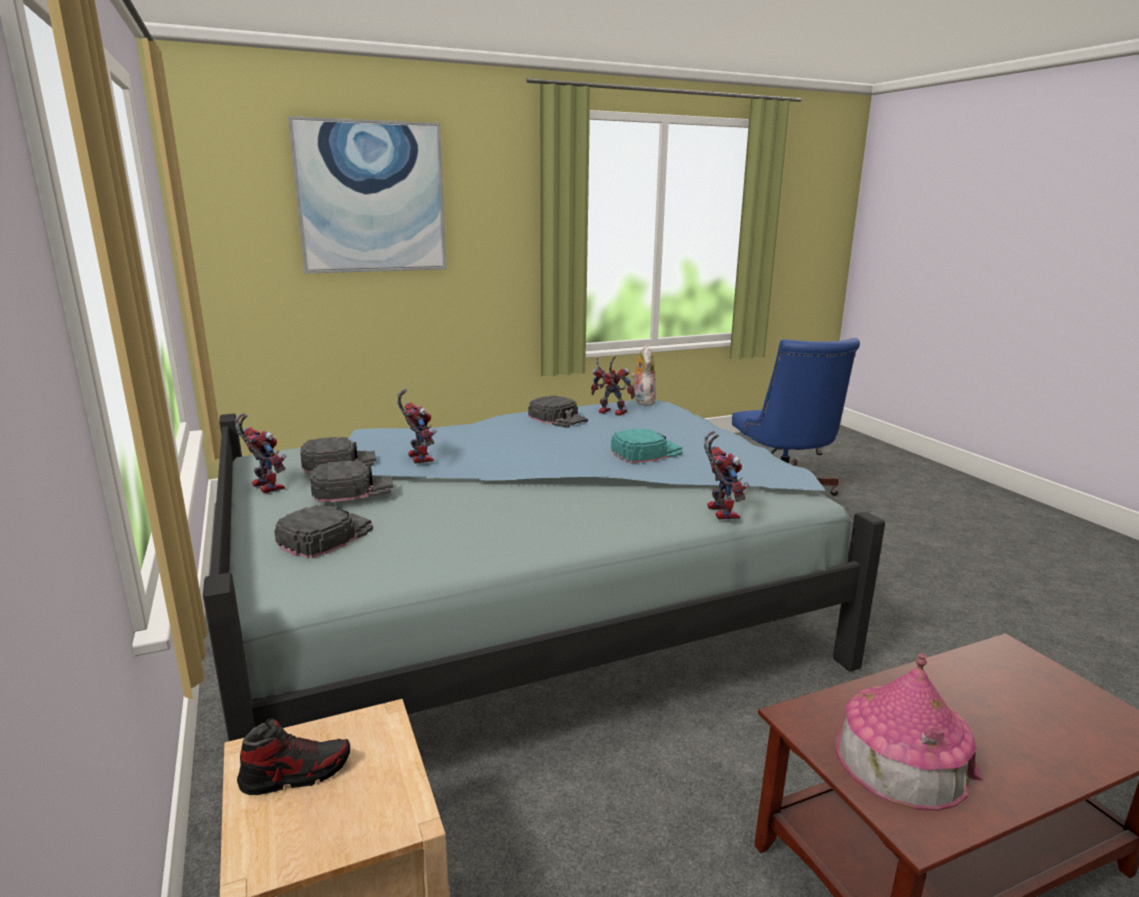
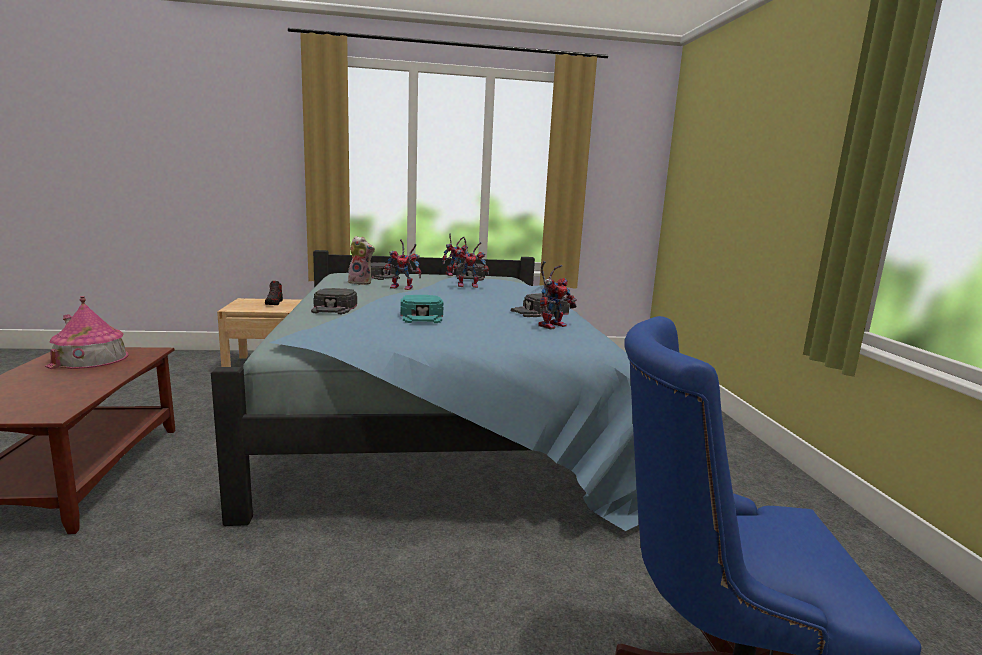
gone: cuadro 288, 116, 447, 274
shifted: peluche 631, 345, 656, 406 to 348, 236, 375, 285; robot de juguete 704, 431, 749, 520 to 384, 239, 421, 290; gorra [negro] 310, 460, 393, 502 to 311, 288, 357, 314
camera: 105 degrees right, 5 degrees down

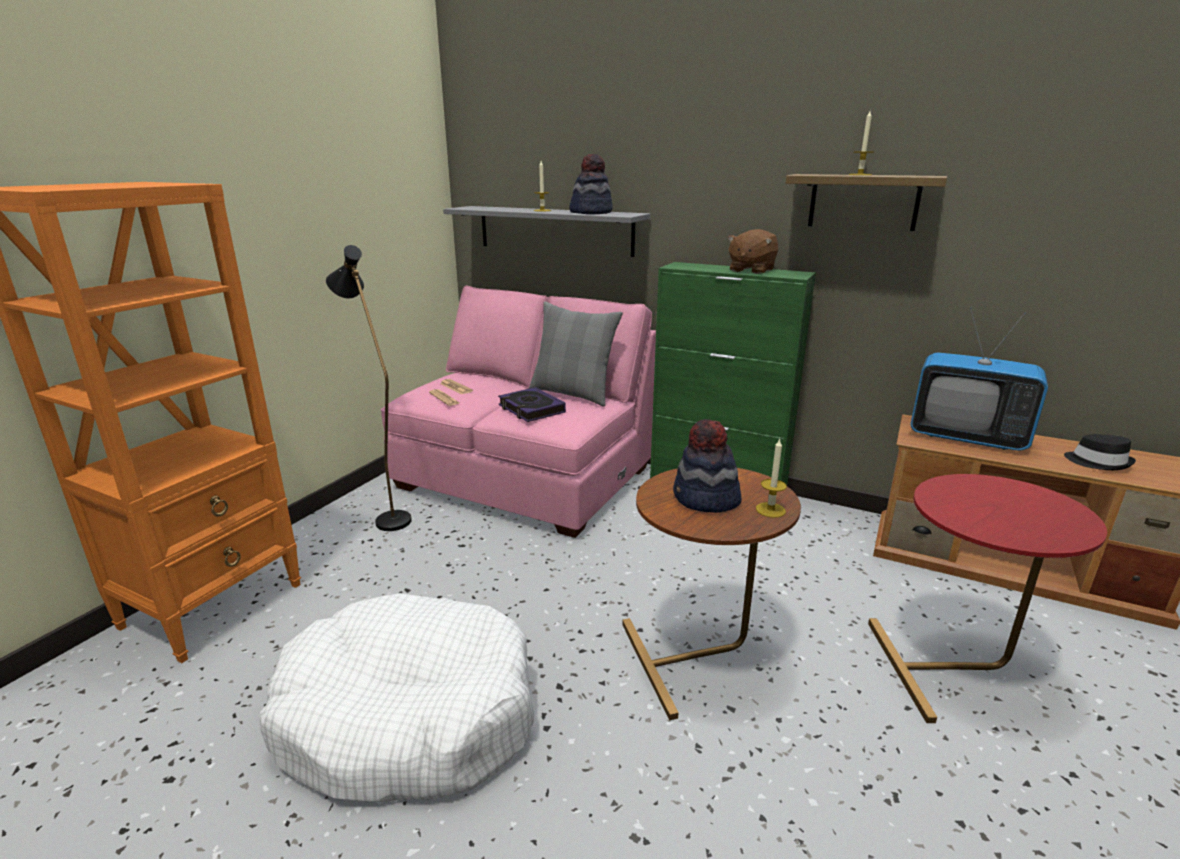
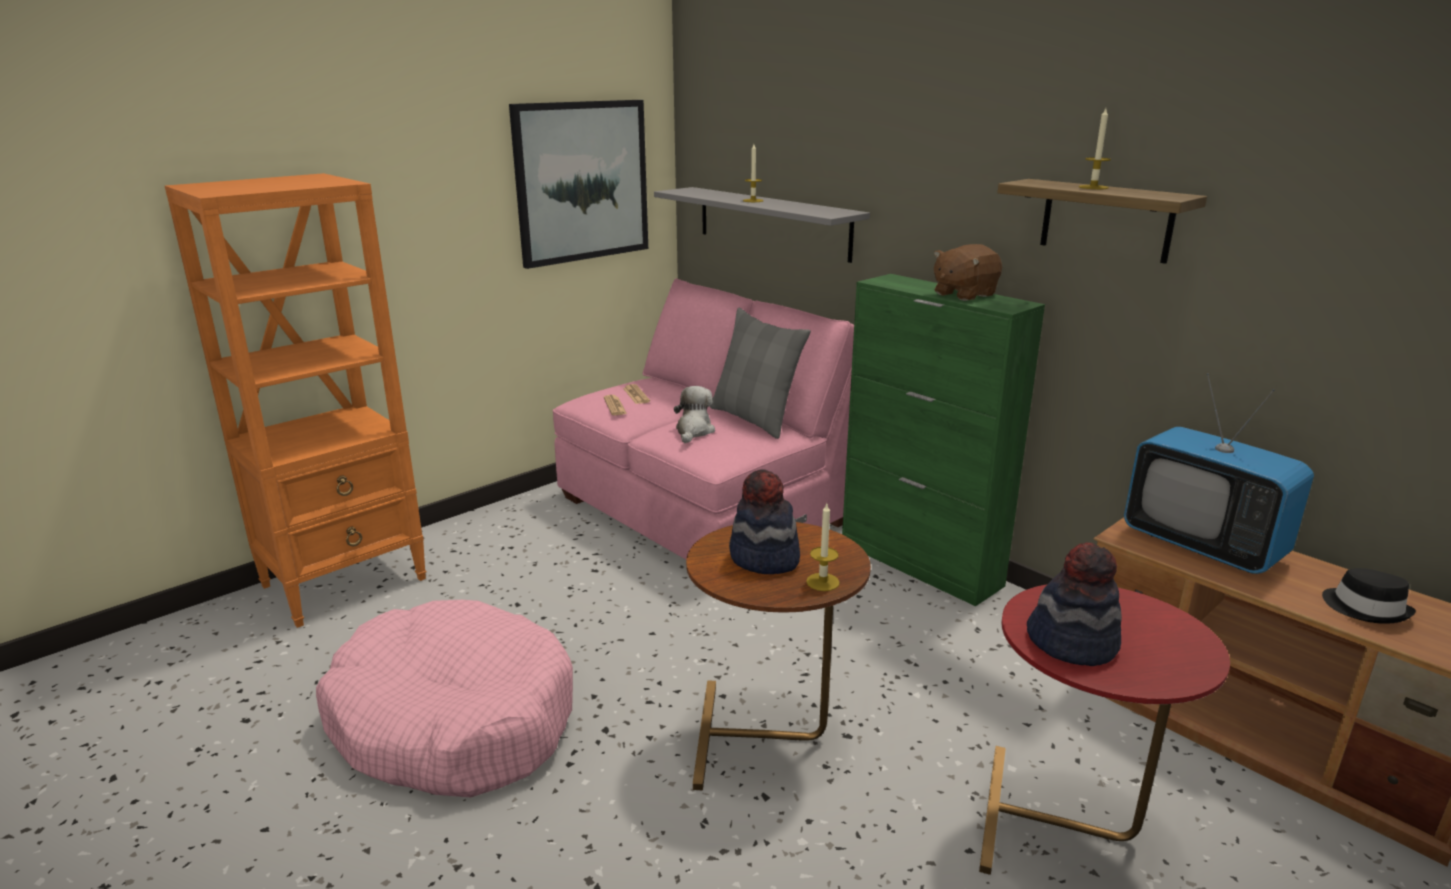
gone: lámpara de pie [negro] 326, 245, 412, 531
new: cuadro 509, 100, 648, 269
shifted: sombrero 569, 154, 613, 214 to 1027, 542, 1122, 666
swapped: libro 498, 387, 566, 422 to peluche 674, 386, 715, 443
repainted: cama para perro [blanco] 260, 593, 534, 802 to cama para perro [rosa] 316, 600, 573, 797
camera: 20 degrees right, 0 degrees up

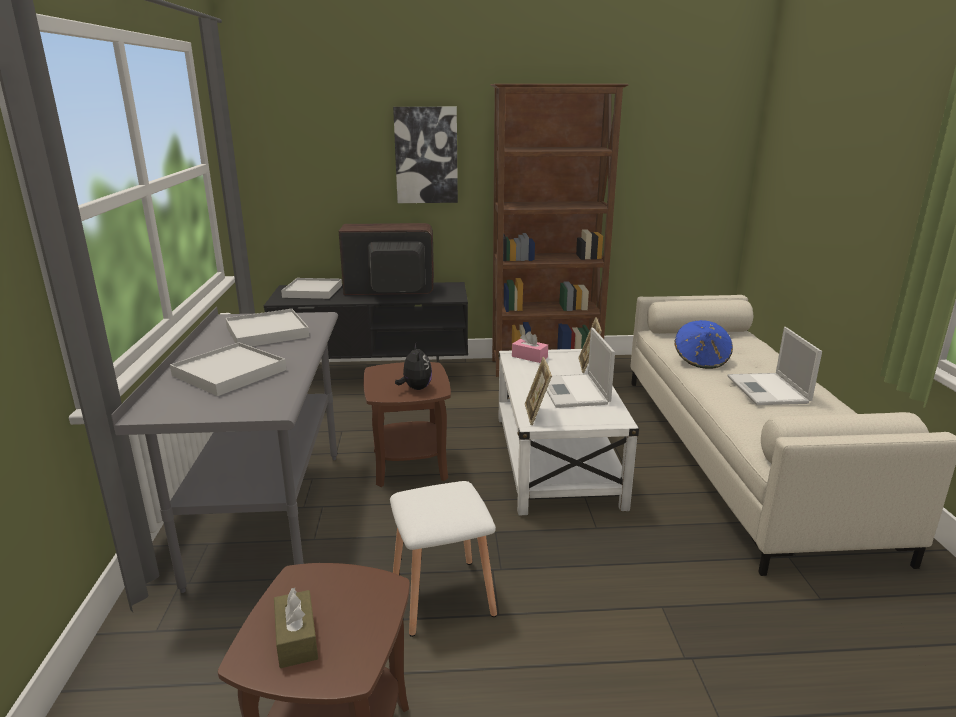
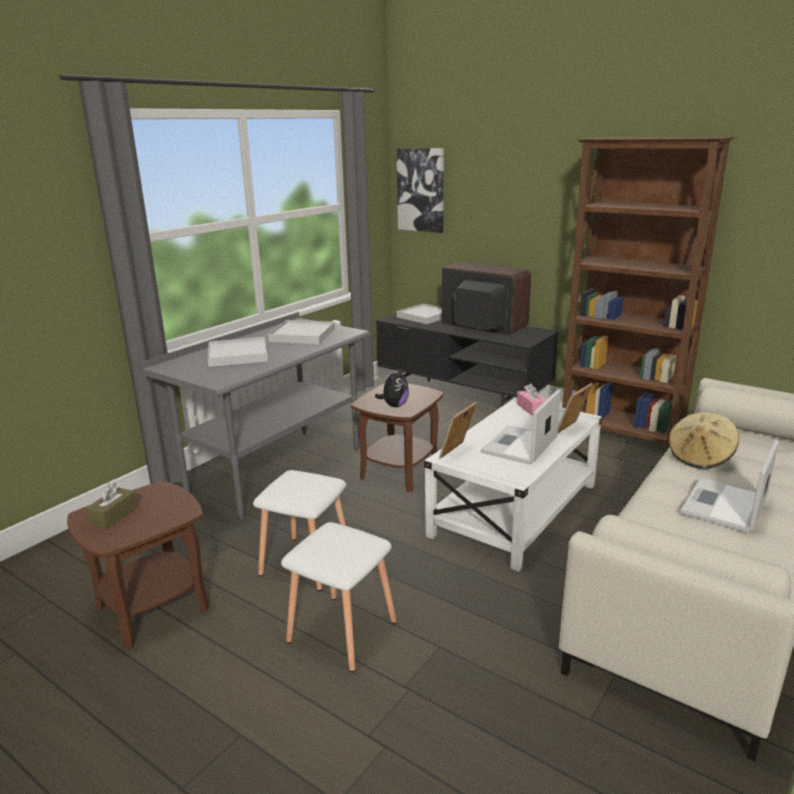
new: taburete [blanco] 281, 522, 397, 672
shifted: cuadro 393, 107, 458, 203 to 396, 148, 444, 233
repainted: sombrero [azul] 675, 320, 733, 369 to sombrero [beis] 669, 412, 739, 469
camera: 40 degrees right, 0 degrees up

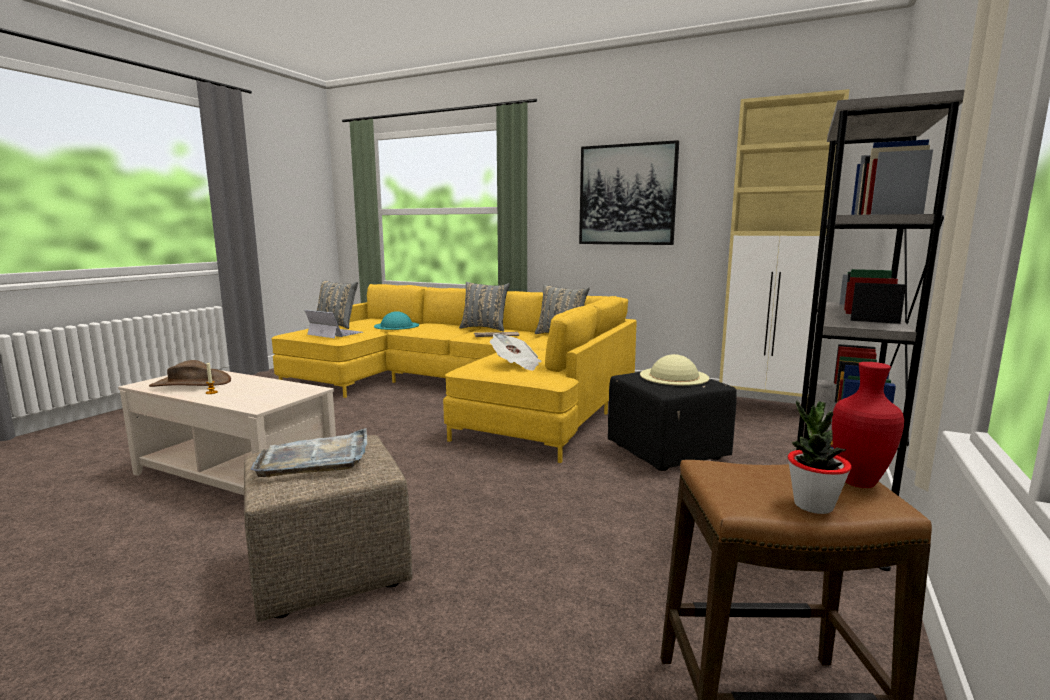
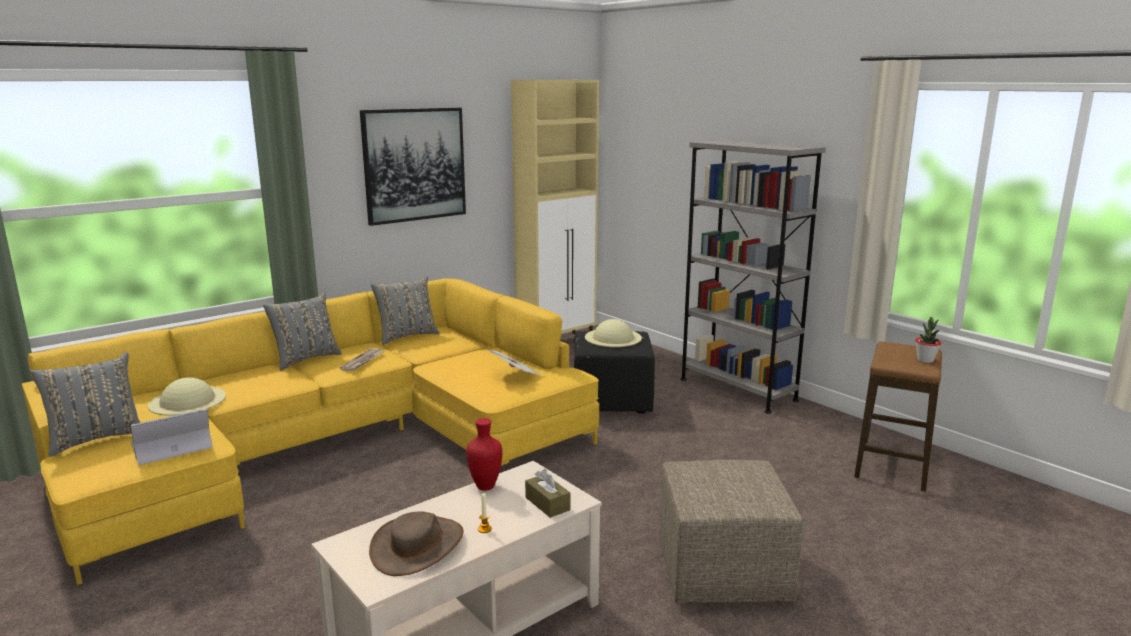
gone: bandeja [gris] 251, 428, 367, 477
new: caja de pañuelos [marrón] 525, 469, 570, 518
shifted: florero [rojo] 832, 362, 904, 488 to 466, 418, 502, 491
repainted: sombrero [turquesa] 374, 311, 419, 330 to sombrero [beis] 148, 377, 226, 416
camera: 65 degrees left, 5 degrees up

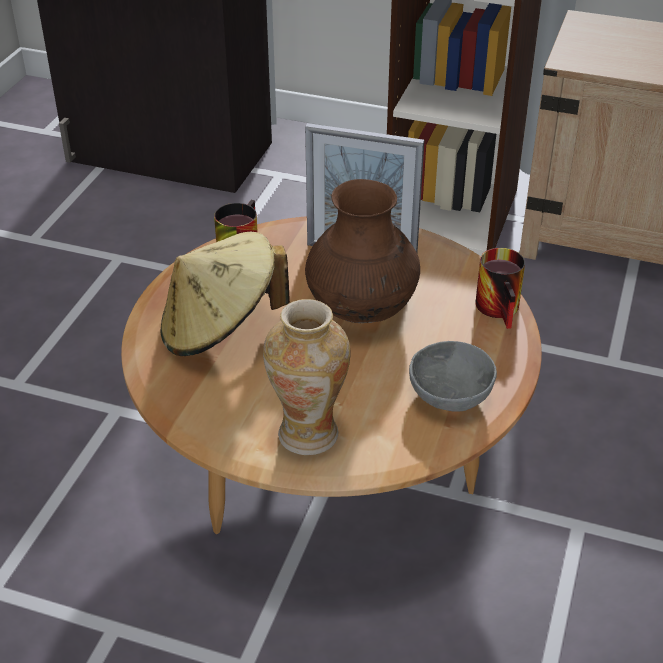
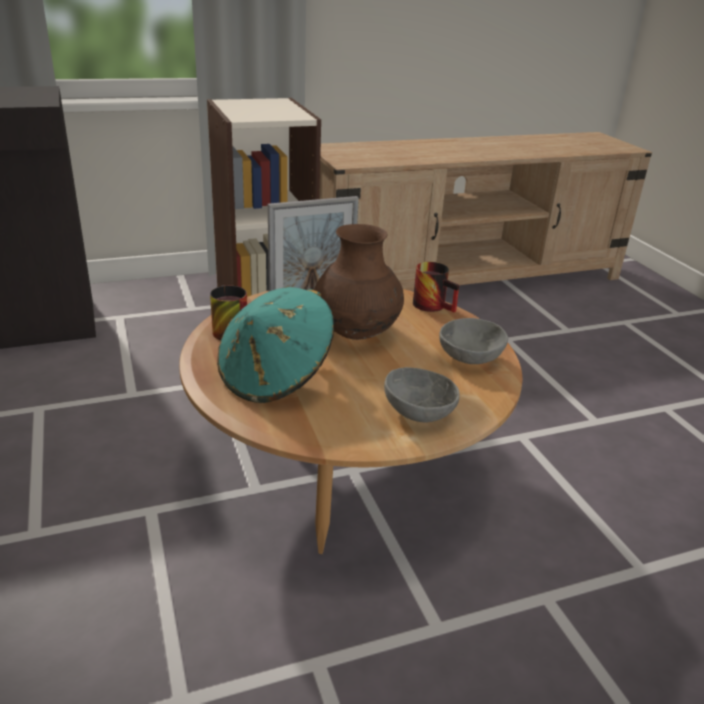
swapped: florero 263, 299, 350, 455 to cuenco [gris] 384, 367, 459, 423
repainted: sombrero [beis] 161, 232, 290, 356 to sombrero [turquesa] 217, 287, 334, 403
camera: 40 degrees left, 10 degrees down

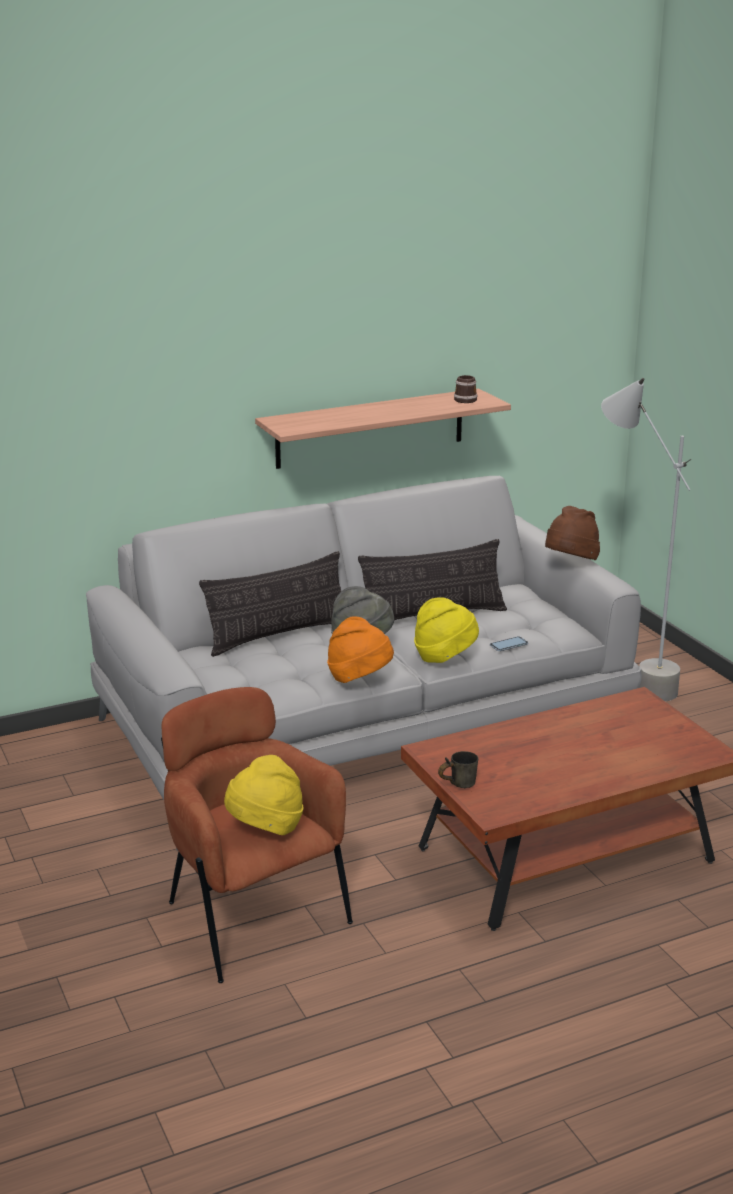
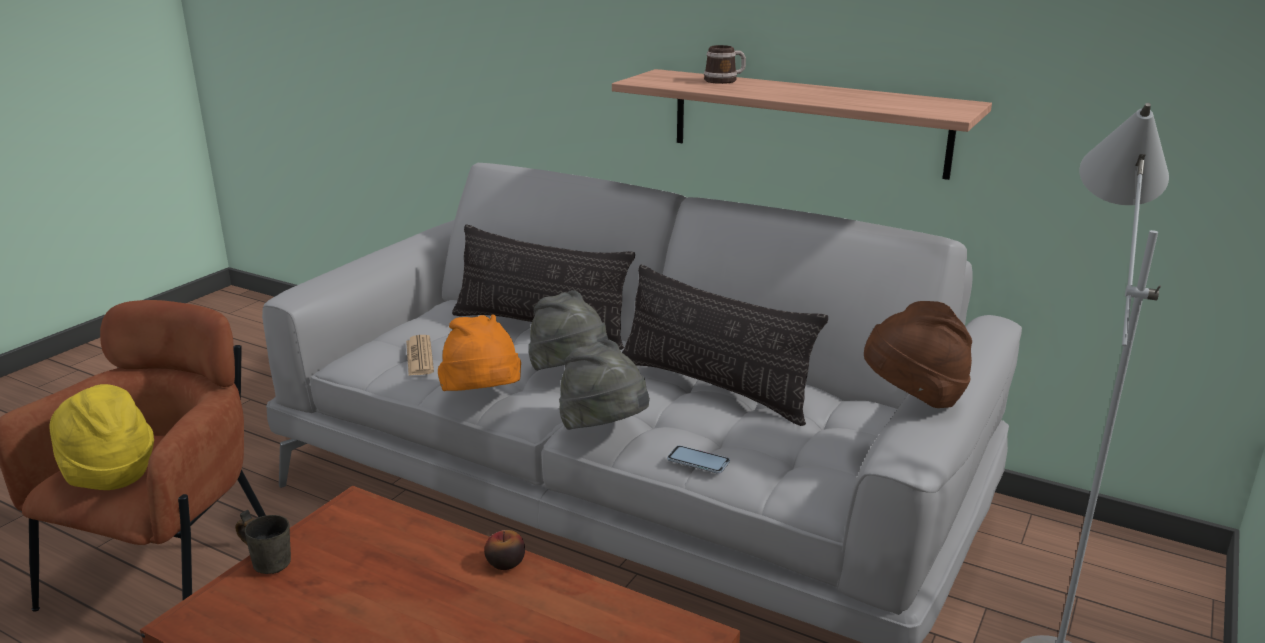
new: periódico 406, 335, 434, 376; manzana 484, 530, 525, 570
shifted: taza grande 454, 375, 477, 403 to 704, 45, 746, 84
repainted: sombrero [amarillo] 414, 597, 479, 663 to sombrero [gris] 559, 339, 650, 430
camera: 55 degrees right, 0 degrees up

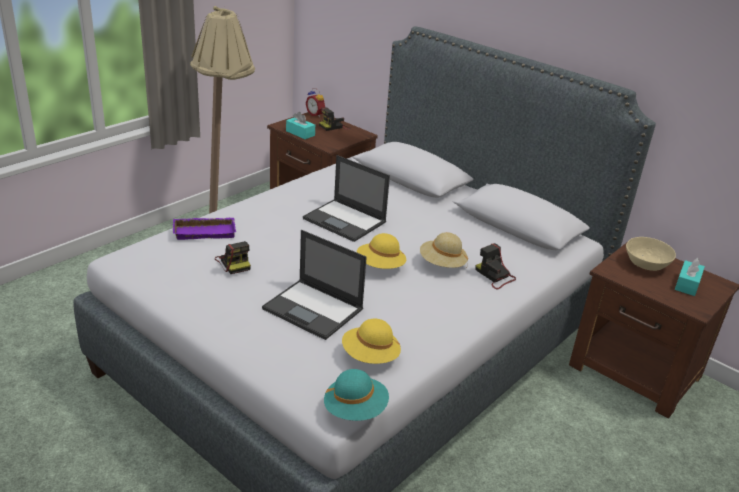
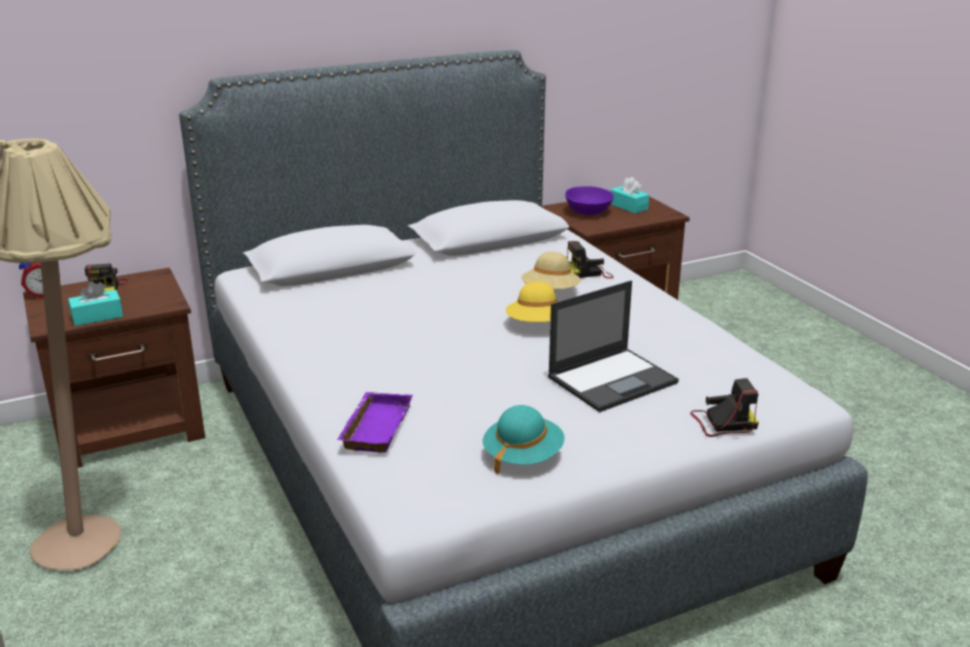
gone: portátil 303, 155, 390, 242; sombrero [amarillo] 342, 318, 401, 364
shifted: cámara 215, 241, 251, 274 to 690, 378, 759, 437; sombrero [turquesa] 324, 369, 389, 421 to 483, 405, 565, 474
repainted: cuenco [beis] 626, 237, 676, 271 to cuenco [morado] 565, 186, 614, 215
camera: 65 degrees left, 5 degrees down

